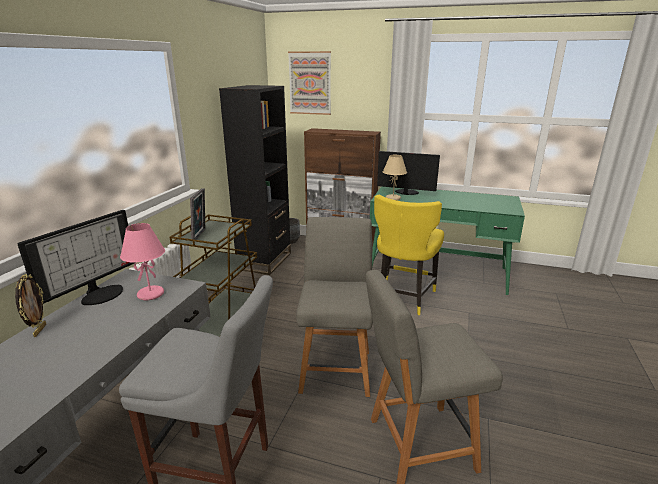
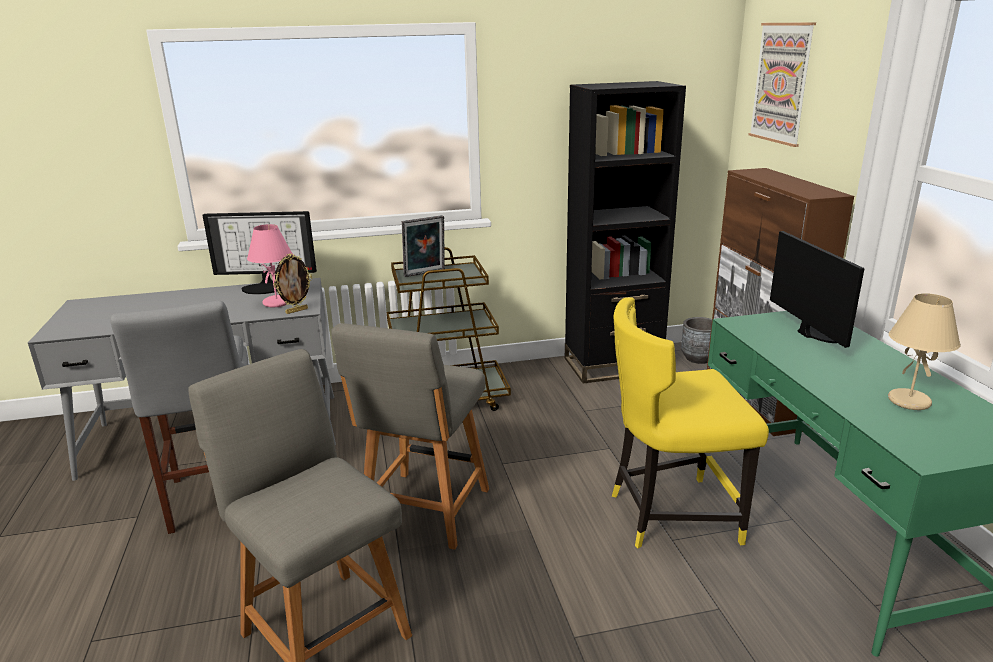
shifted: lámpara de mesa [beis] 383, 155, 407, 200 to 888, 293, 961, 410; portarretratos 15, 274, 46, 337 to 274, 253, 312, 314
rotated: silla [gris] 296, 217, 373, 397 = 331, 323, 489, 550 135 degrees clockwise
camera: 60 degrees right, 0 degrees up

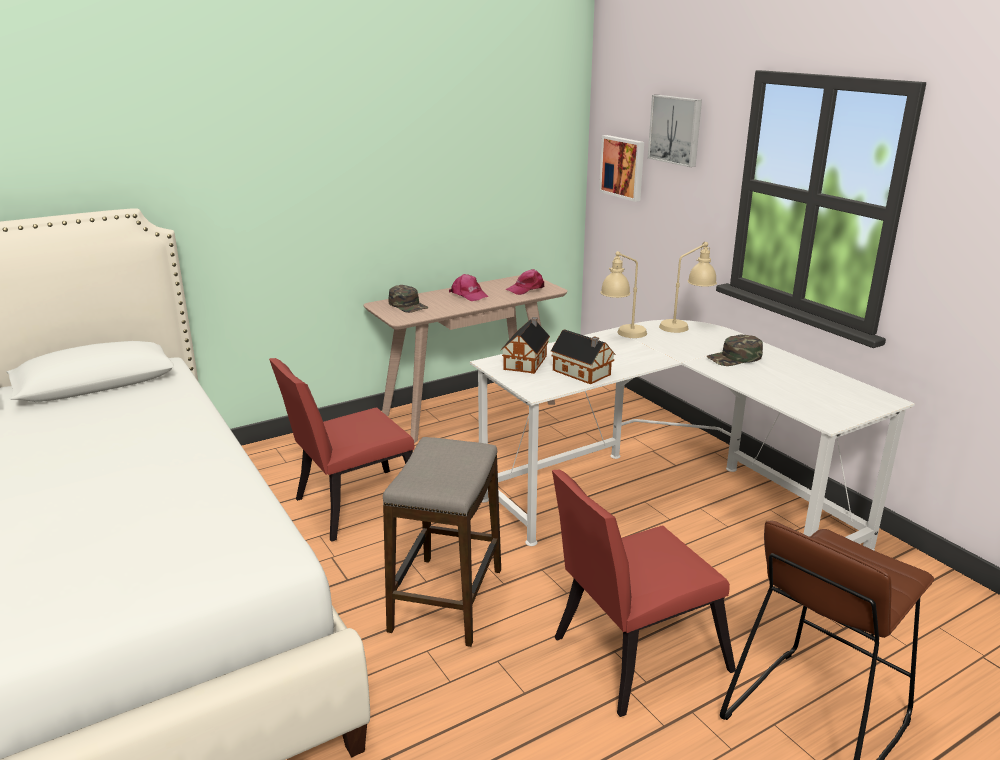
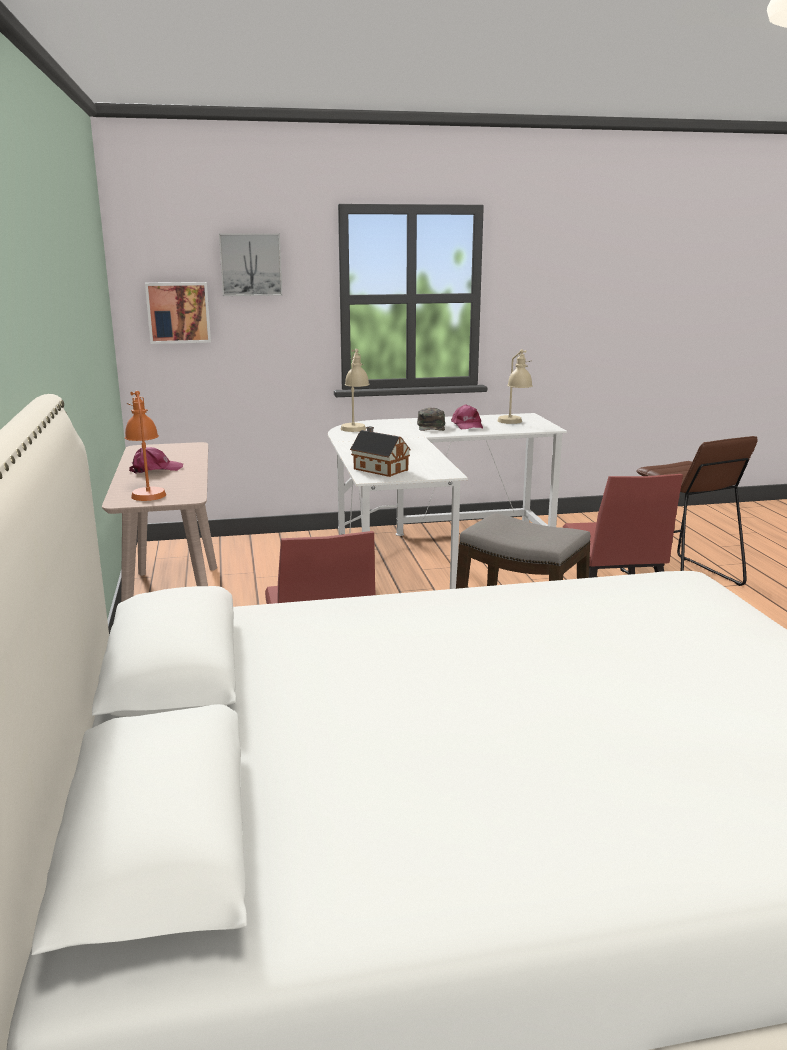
gone: casita 551, 329, 616, 384
shifted: lámpara de mesa [beis] 600, 251, 647, 338 to 497, 350, 533, 424; gorra [rosa] 505, 269, 544, 295 to 451, 404, 483, 429
swapped: gorra [verde] 388, 285, 428, 313 to lámpara de mesa [naranja] 125, 391, 166, 501
camera: 70 degrees left, 5 degrees down

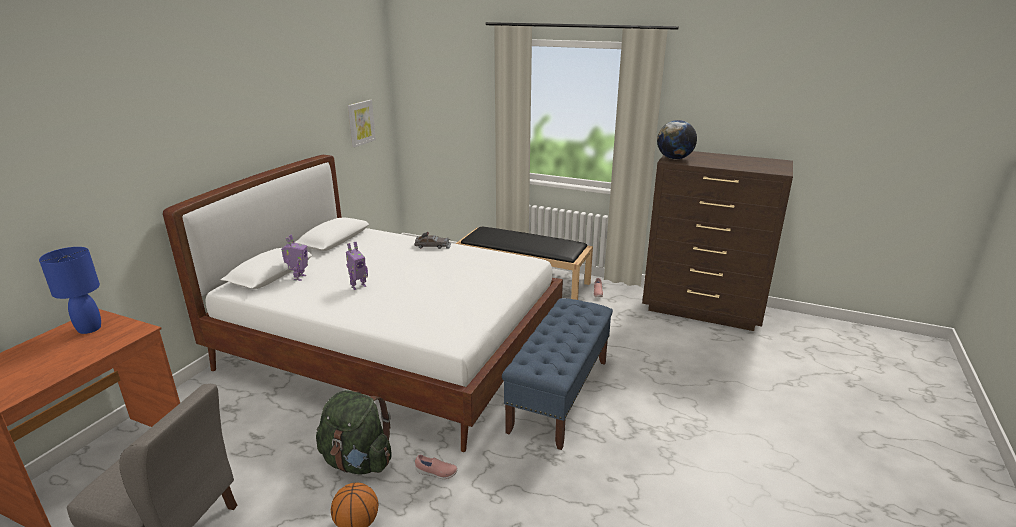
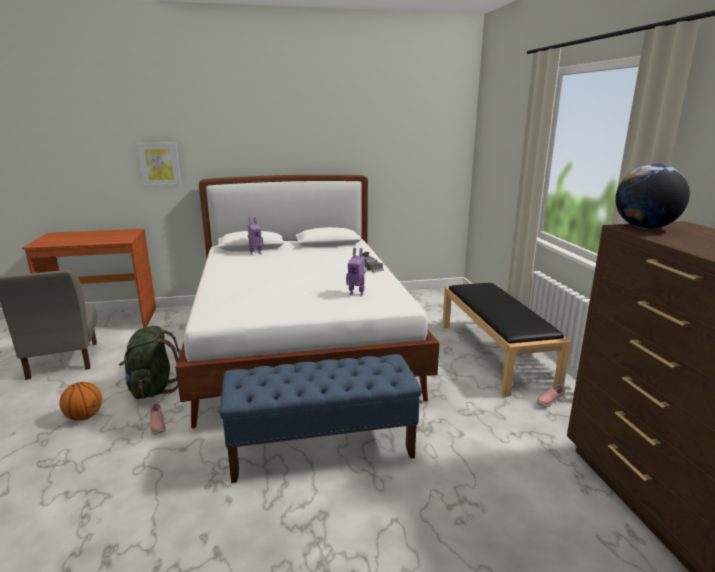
gone: lámpara de mesa [azul] 39, 247, 101, 334
shifted: cuadro 348, 100, 376, 147 to 137, 143, 181, 187; robot de juguete 346, 242, 368, 290 to 346, 248, 365, 296
camera: 55 degrees right, 5 degrees down

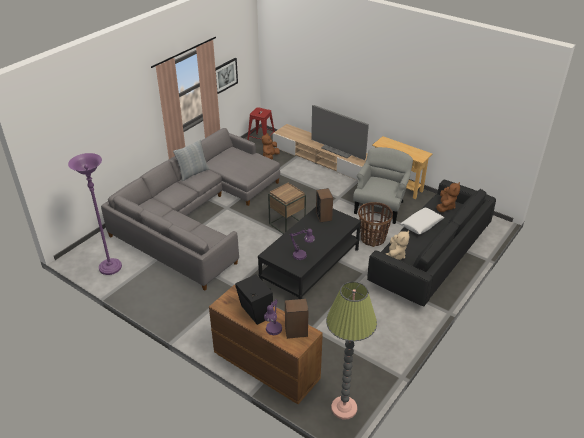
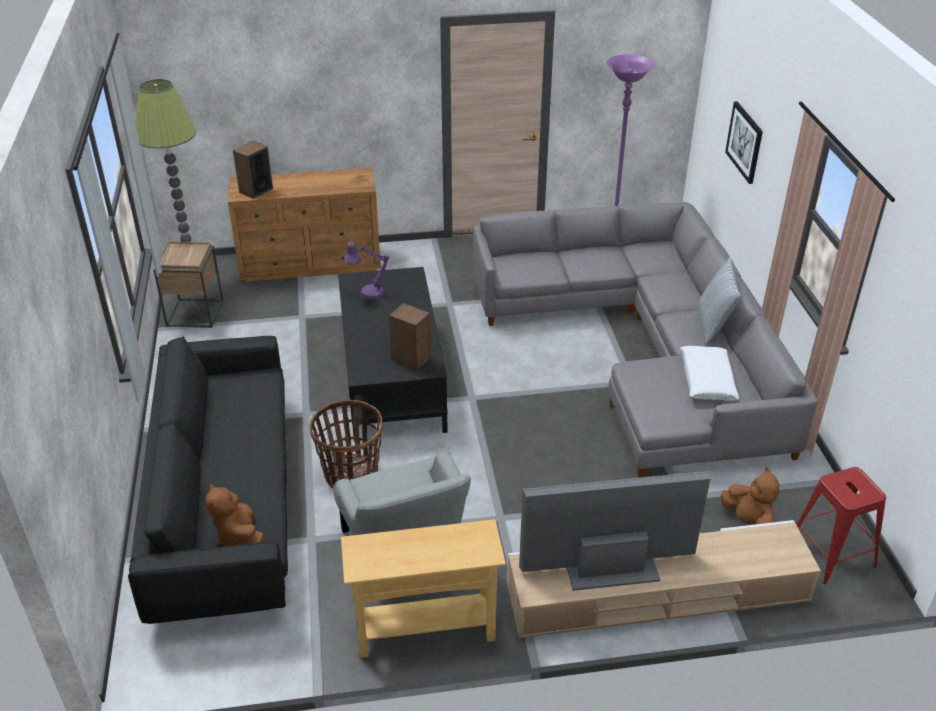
gone: peluche [beis] 386, 230, 410, 260; altavoz [negro] 235, 274, 273, 325; lámpara de mesa [morado] 264, 299, 282, 335
shifted: cuadro 215, 58, 238, 94 to 725, 101, 763, 184; mesa auxiliar [marrón] 268, 183, 306, 234 to 154, 241, 224, 328; cojín [blanco] 401, 208, 444, 234 to 680, 346, 739, 401
camera: 135 degrees right, 0 degrees up

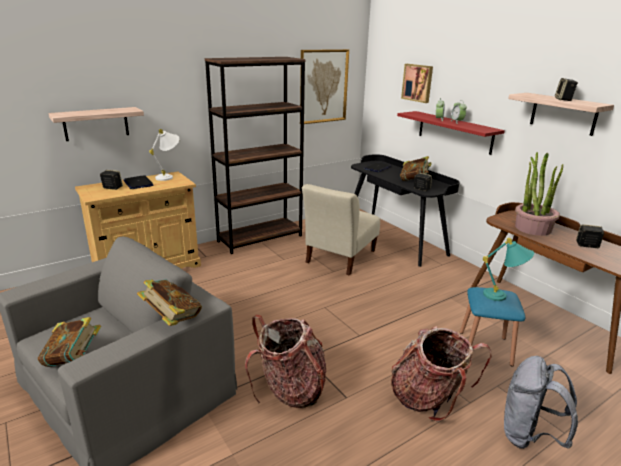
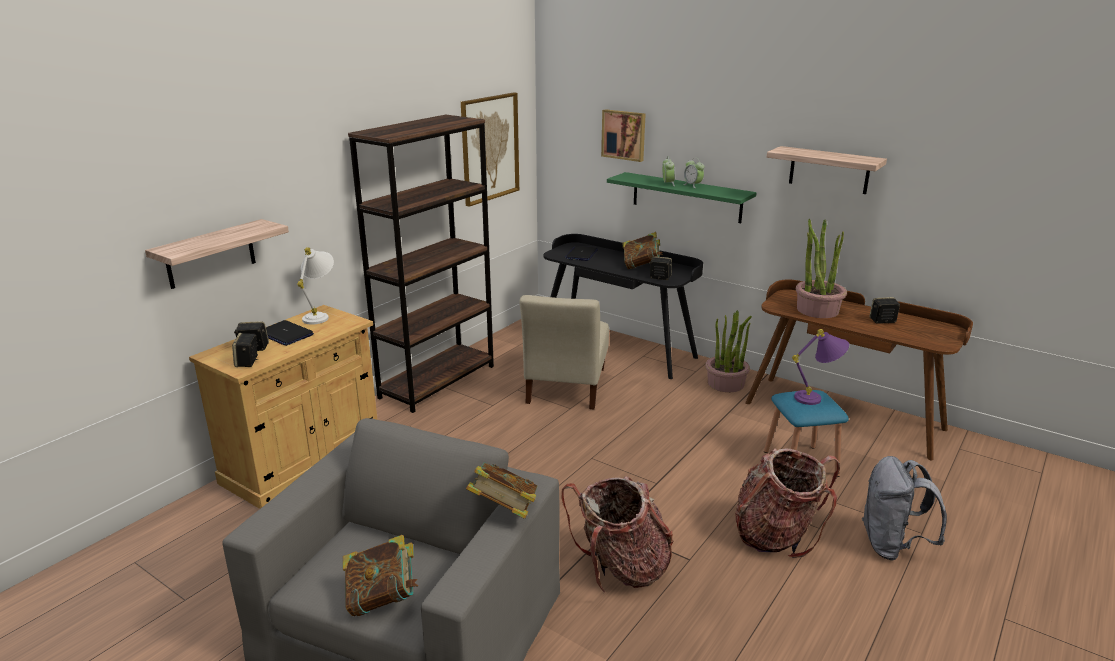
new: planta en maceta 705, 310, 752, 392
shifted: altavoz 555, 78, 578, 101 to 232, 333, 258, 367
repainted: estante [rojo] 397, 111, 505, 155 to estante [verde] 607, 172, 757, 223; lámpara de mesa [turquesa] 483, 238, 534, 301 to lámpara de mesa [morado] 792, 329, 849, 405
camera: 20 degrees left, 0 degrees up

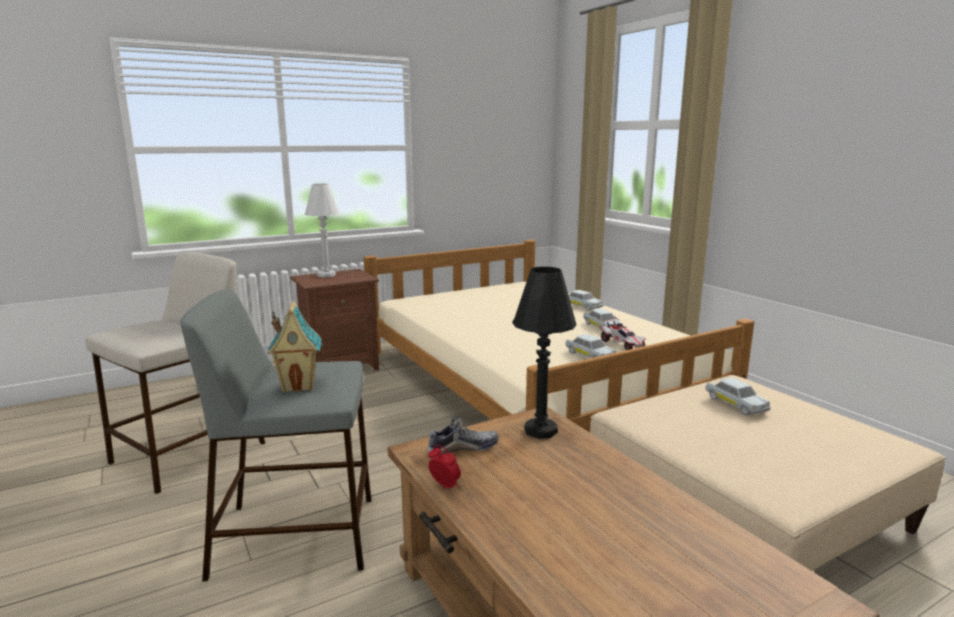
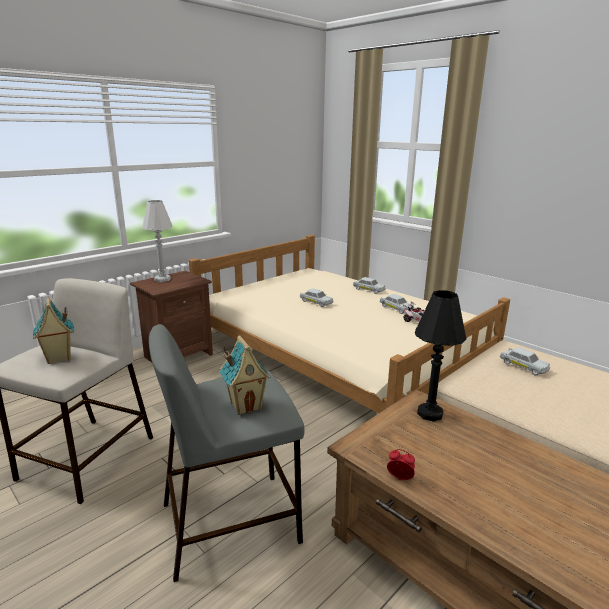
gone: zapato 428, 416, 498, 454
new: casita 33, 297, 74, 364
shifted: coche de juguete [blanco] 565, 334, 616, 358 to 300, 288, 333, 307
camera: 15 degrees left, 5 degrees up

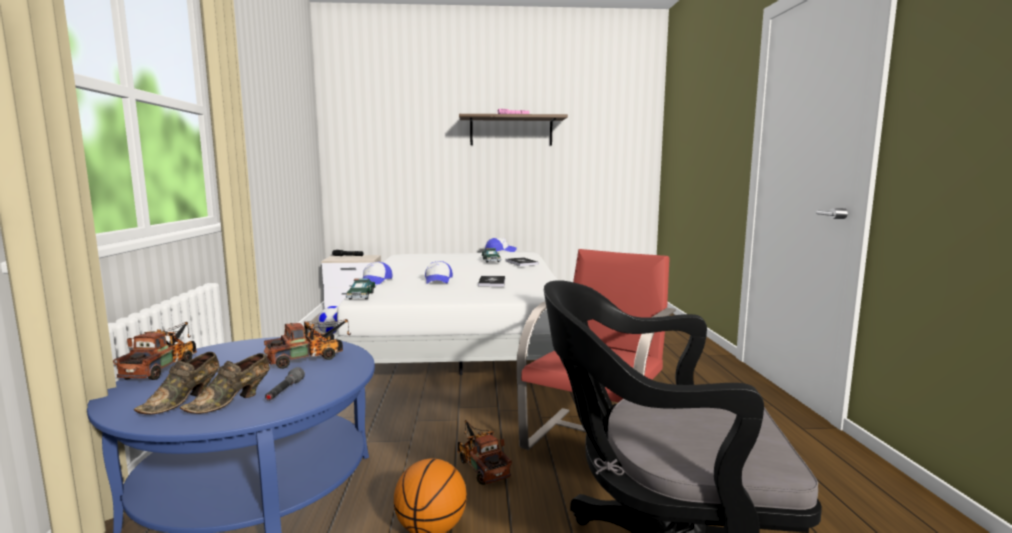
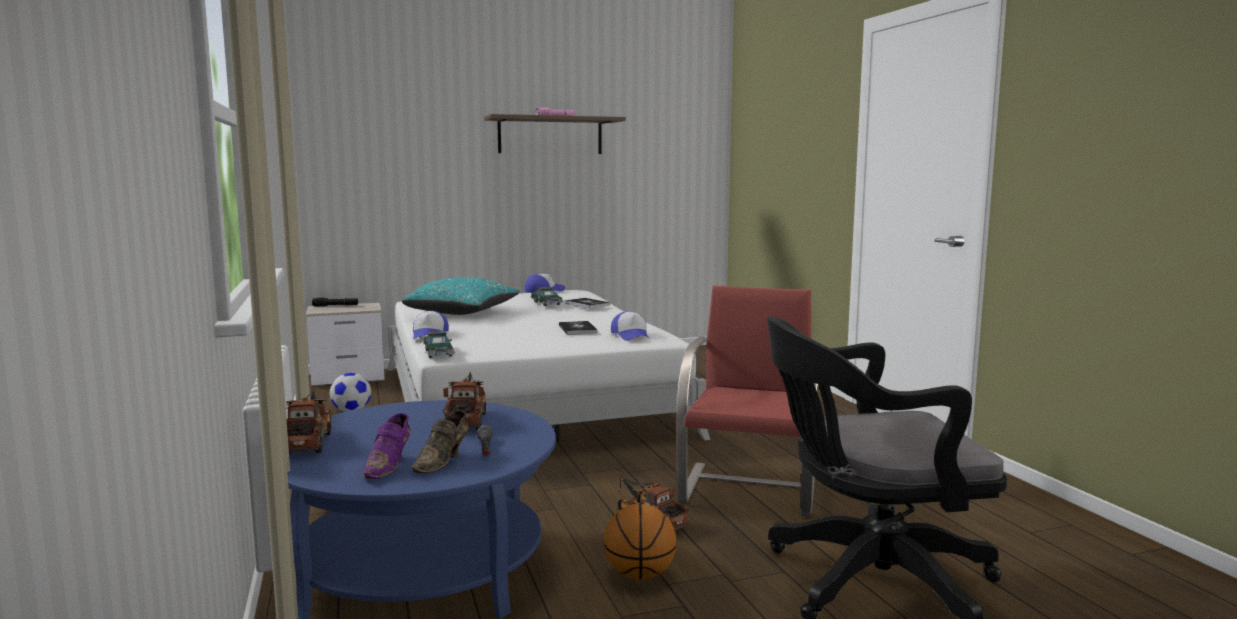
new: cojín [turquesa] 401, 277, 520, 315
shifted: gorra 425, 261, 453, 284 to 611, 311, 650, 341
repainted: zapato [marrón] 134, 352, 220, 414 to zapato [morado] 363, 413, 411, 479
rotated: camión de juguete 264, 319, 351, 369 = 443, 372, 487, 430 45 degrees counterclockwise
camera: 15 degrees left, 0 degrees up

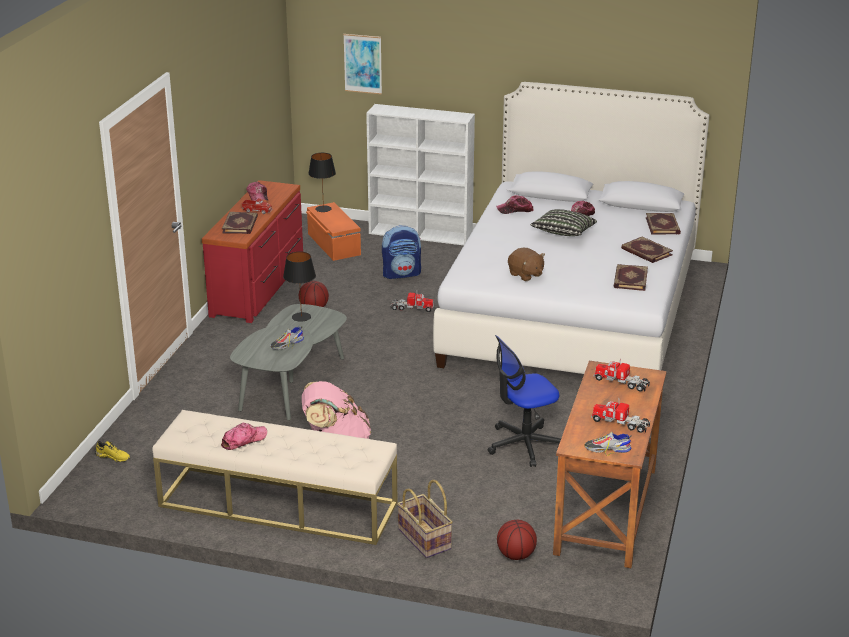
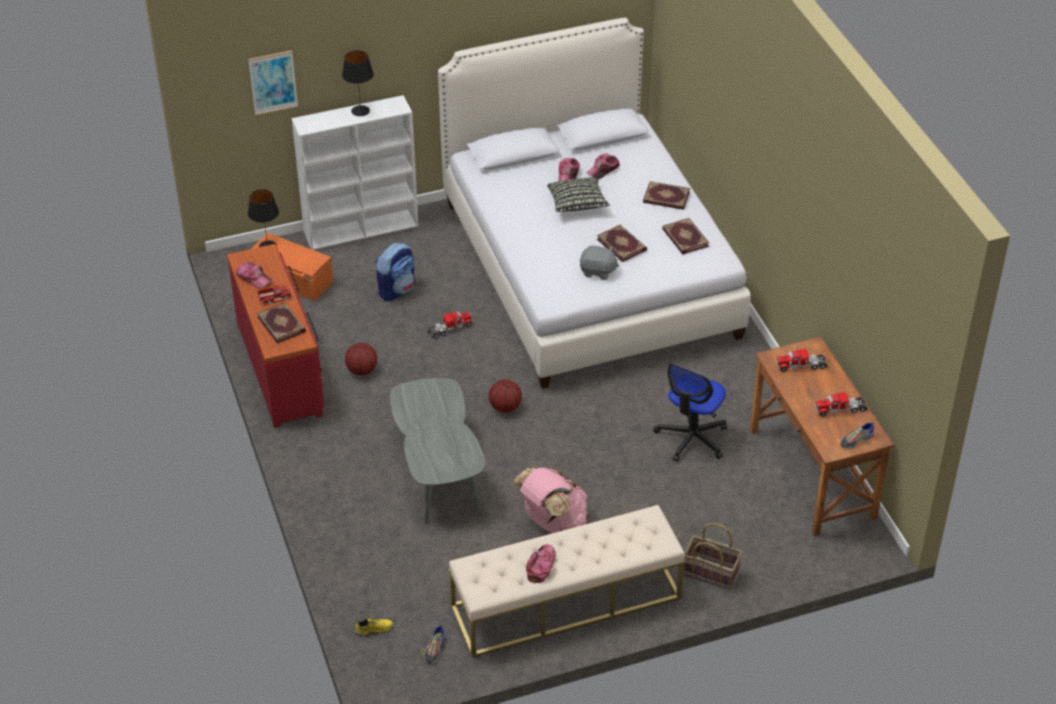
shifted: gorra 496, 195, 533, 214 to 587, 153, 620, 179; libro 646, 213, 681, 235 to 597, 225, 647, 262; lámpara de mesa [negro] 283, 251, 316, 322 to 342, 50, 374, 116; zapato 271, 326, 304, 350 to 421, 624, 445, 664; balón de baloncesto 497, 520, 537, 560 to 489, 380, 522, 413
repainted: peluche [marrón] 508, 248, 545, 281 to peluche [gris] 580, 246, 619, 280
camera: 35 degrees left, 15 degrees up

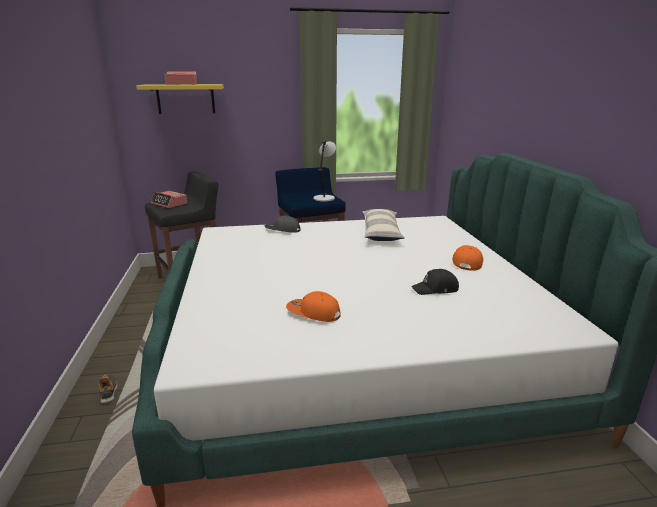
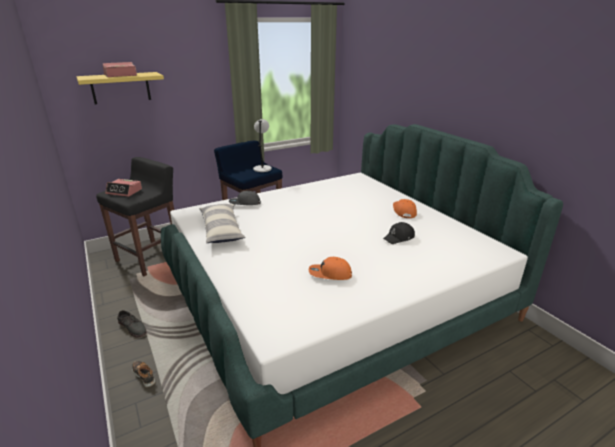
new: zapato [gris] 117, 310, 147, 338
shifted: cojín 362, 209, 405, 241 to 200, 204, 246, 243
camera: 20 degrees left, 5 degrees up

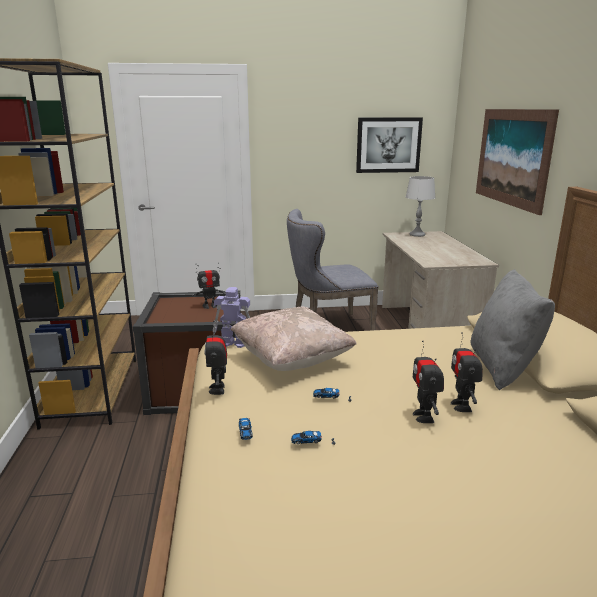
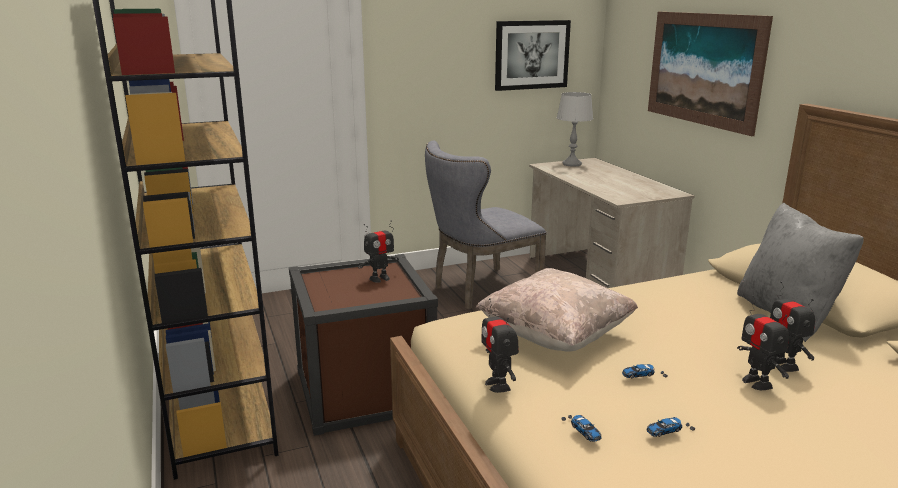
gone: robot de juguete 213, 287, 250, 348
camera: 15 degrees left, 0 degrees up

